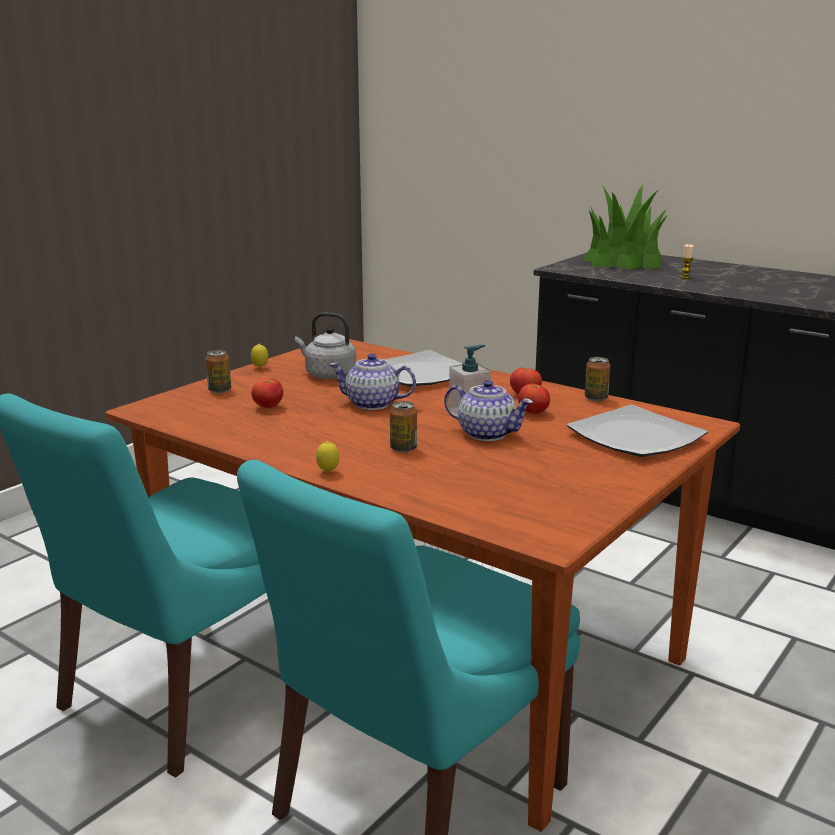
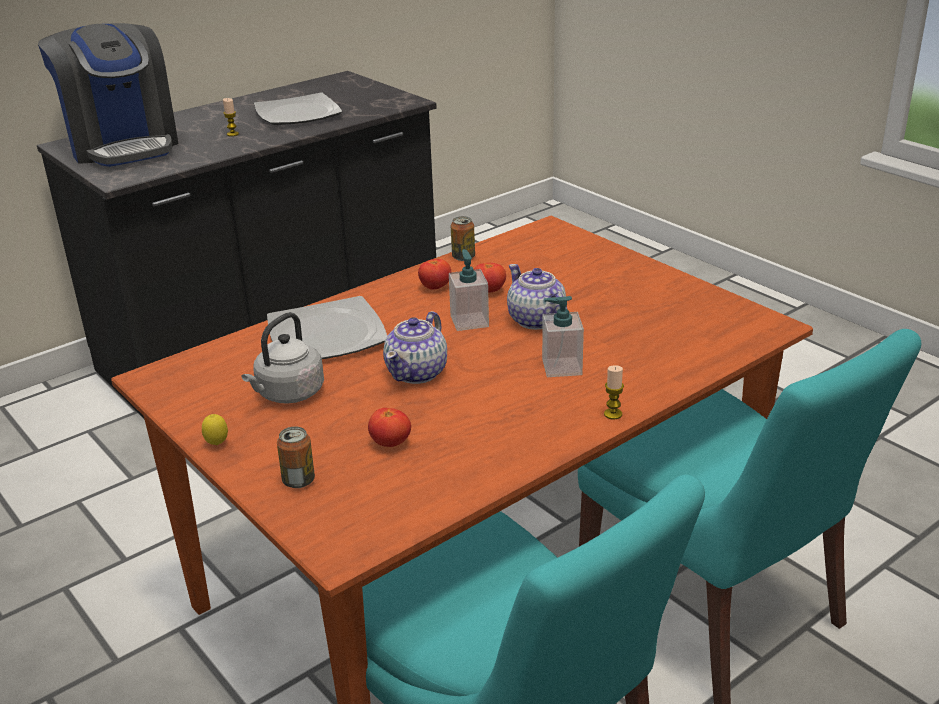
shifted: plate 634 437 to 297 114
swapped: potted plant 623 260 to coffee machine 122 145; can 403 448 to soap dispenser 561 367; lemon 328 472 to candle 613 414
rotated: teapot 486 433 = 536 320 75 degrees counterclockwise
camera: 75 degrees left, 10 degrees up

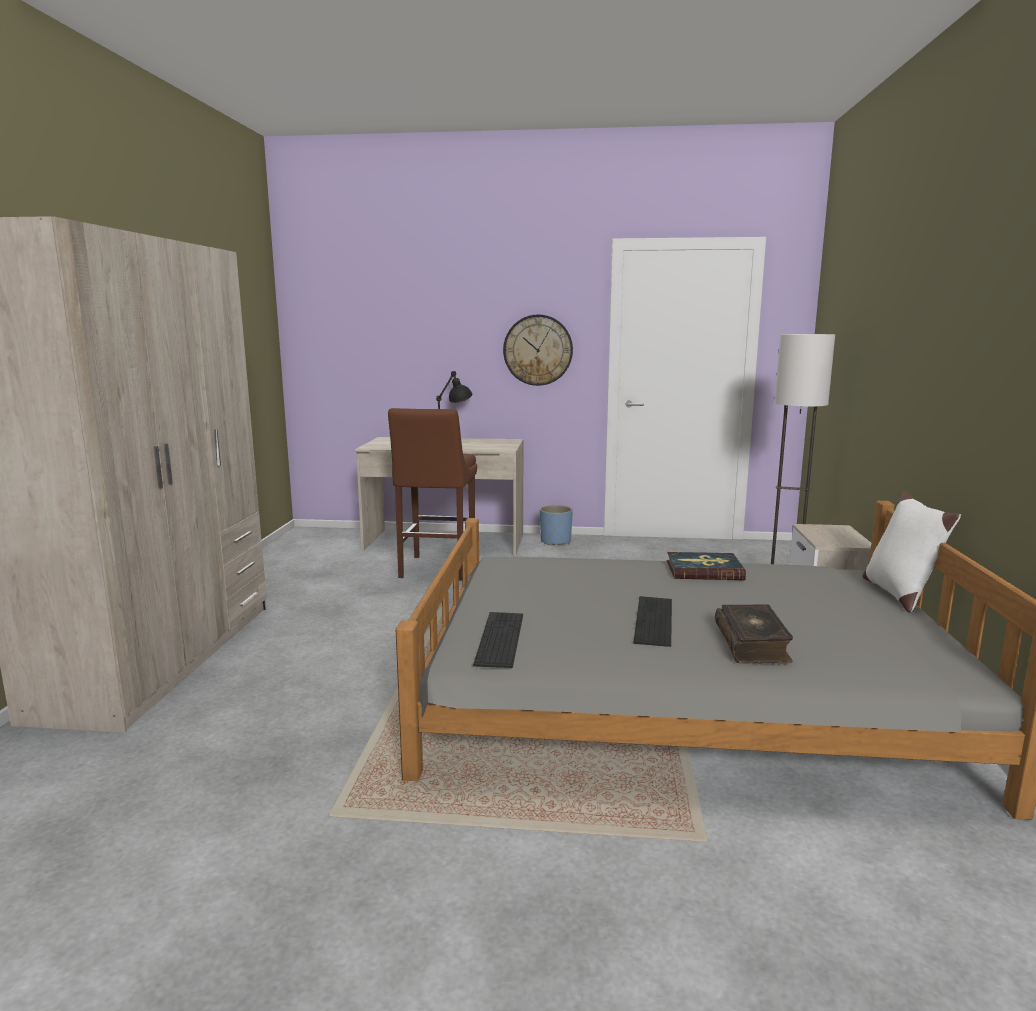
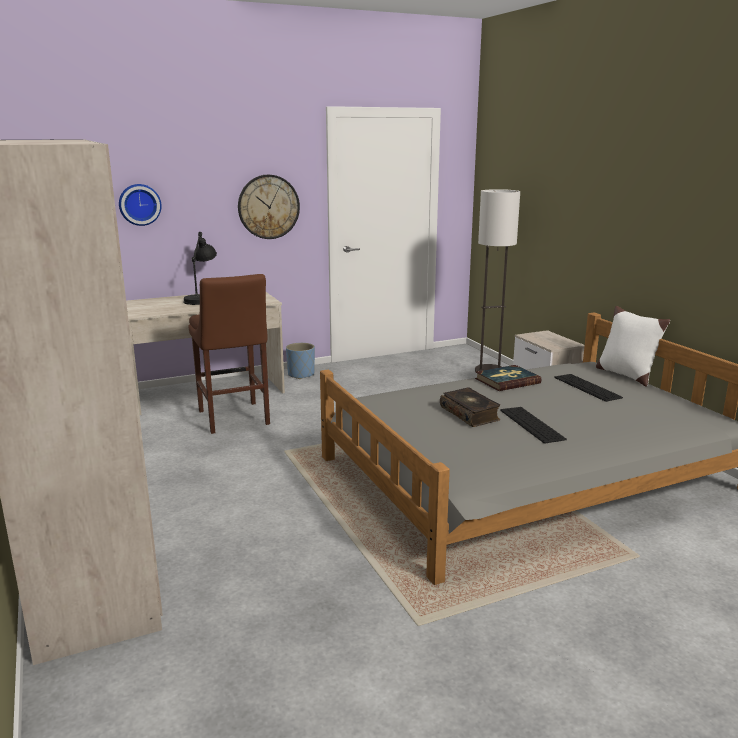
new: wall clock 139 204
shifted: book 753 644 to 470 414; keyboard 500 638 to 587 387
camera: 30 degrees left, 5 degrees up

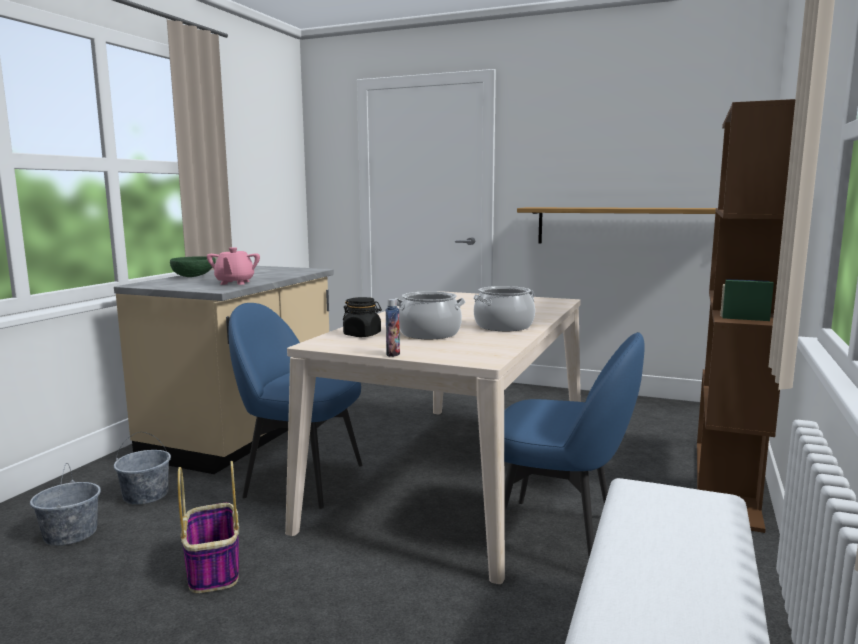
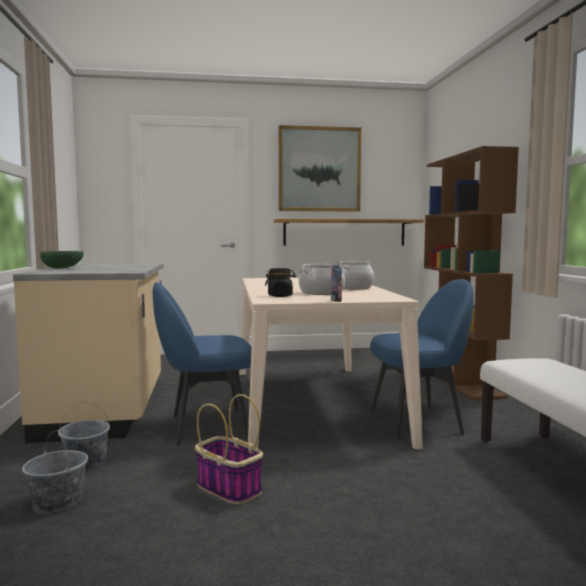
gone: pink teapot 234 283
new: picture 319 169
camera: 30 degrees left, 5 degrees down

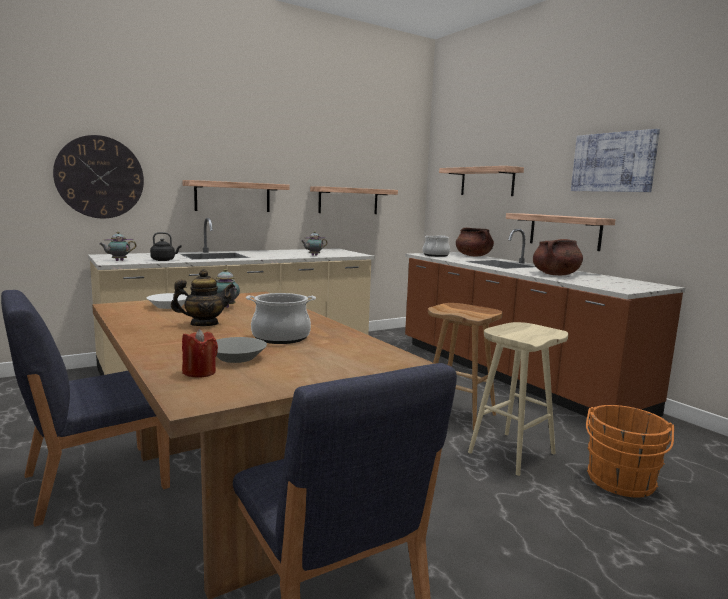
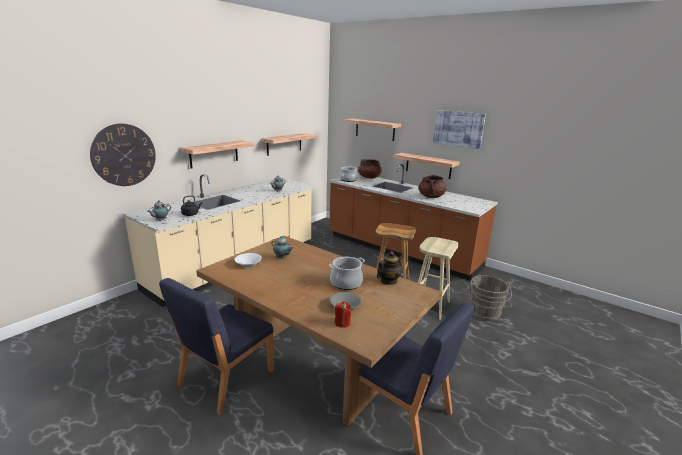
shifted: teapot 204 324 to 388 281
repainted: orange bucket 620 483 to grey bucket 484 313
camera: 20 degrees left, 10 degrees up

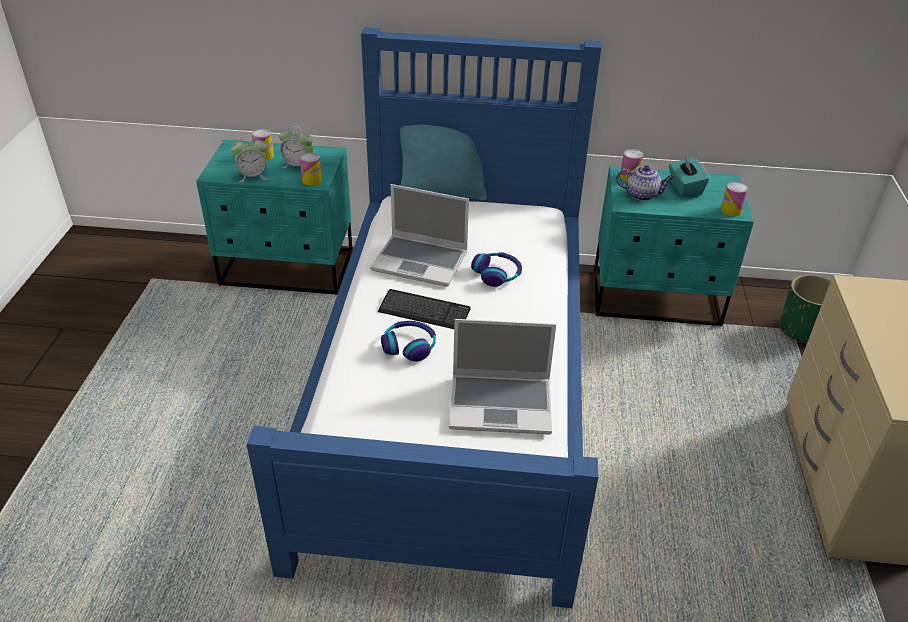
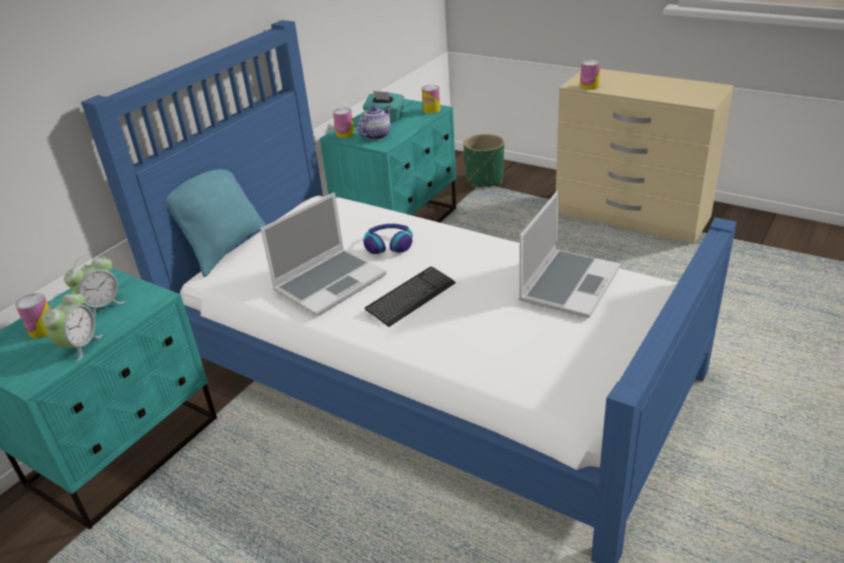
gone: headphones 409 346
shifted: can 312 180 to 589 86
camera: 60 degrees left, 5 degrees down

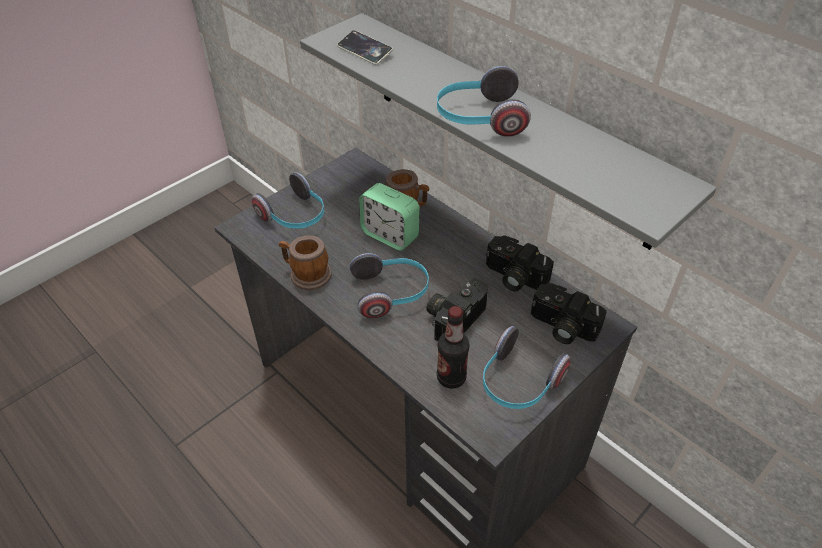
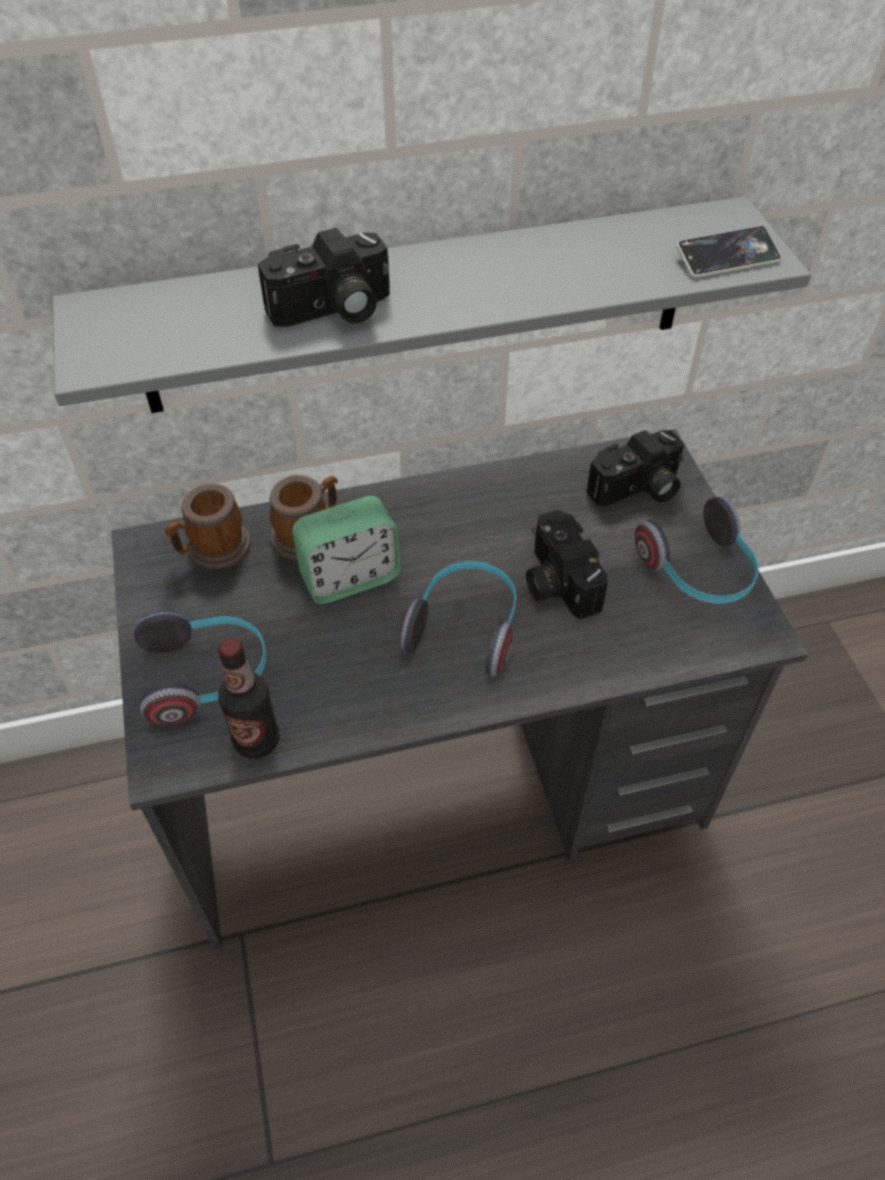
gone: headphones 479 118
shifted: phone 364 51 to 727 258; mug 306 274 to 212 550; photo camera 513 277 to 332 311; bottle 451 378 to 256 740
camera: 60 degrees left, 5 degrees up

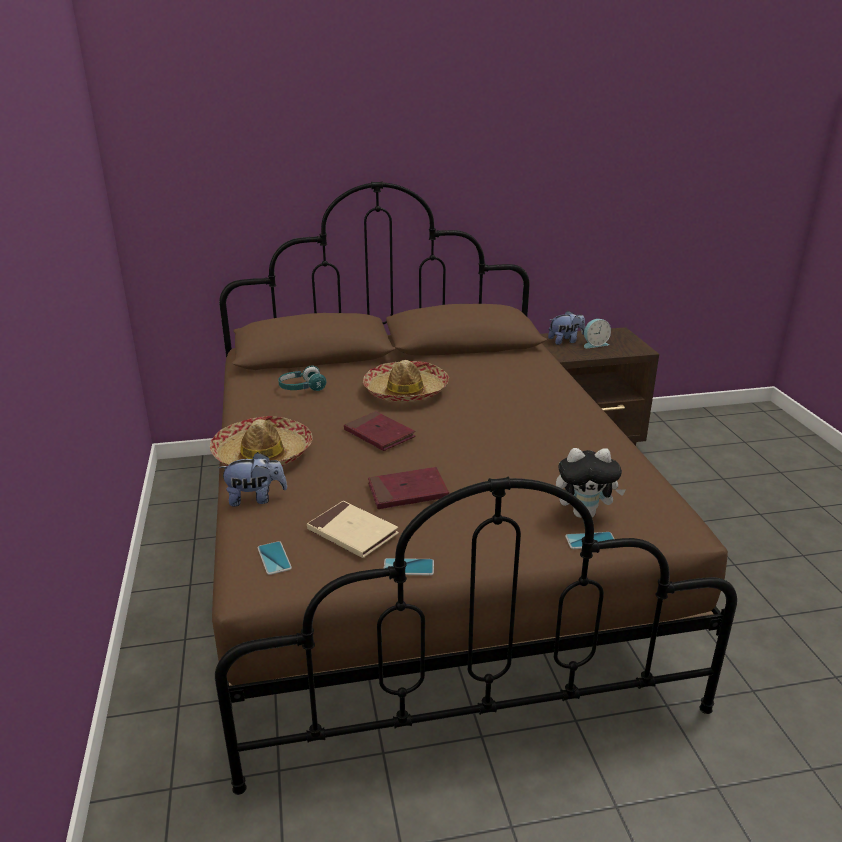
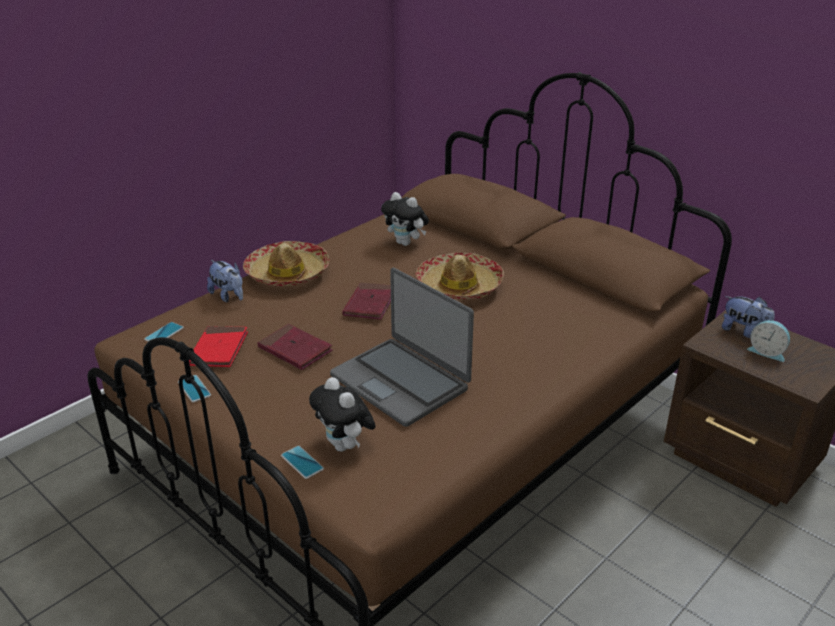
new: laptop 400 381
swapped: turquoise headphones 302 388 to plush toy 406 243
repainted: beige book 352 533 to red book 218 349
camera: 55 degrees right, 5 degrees up

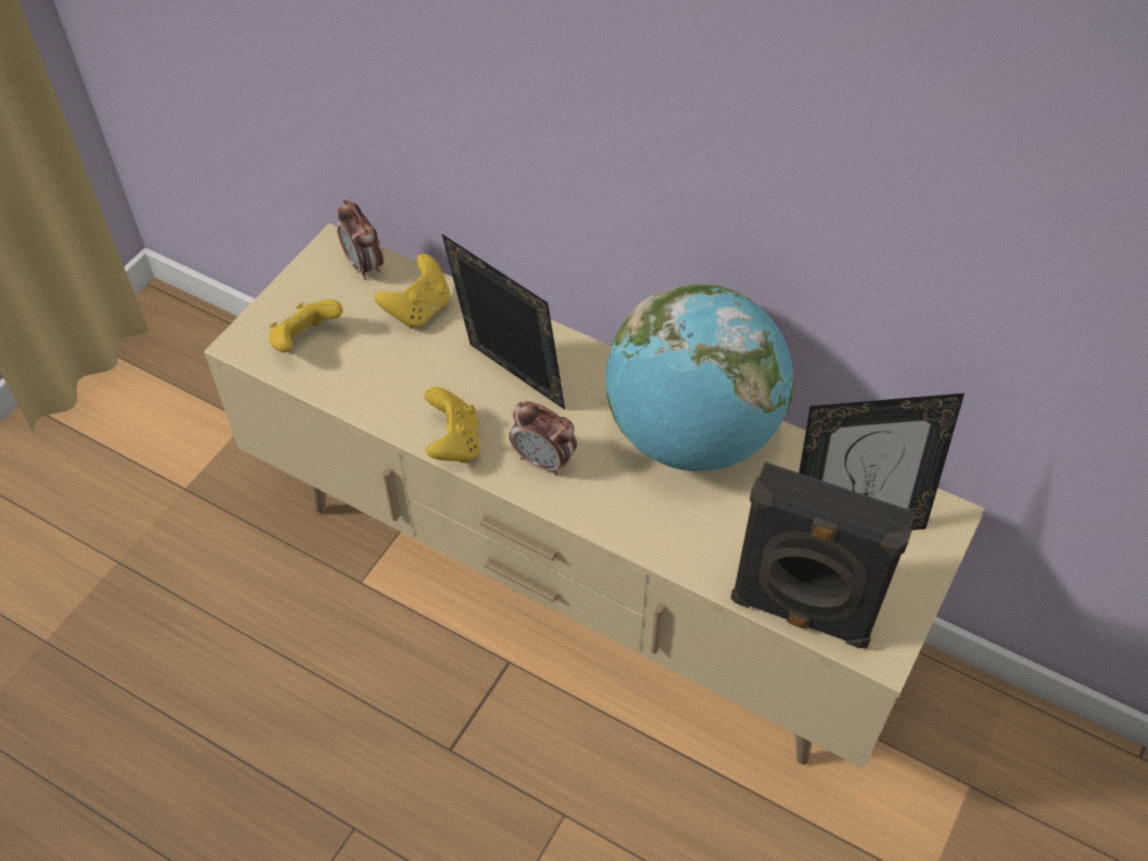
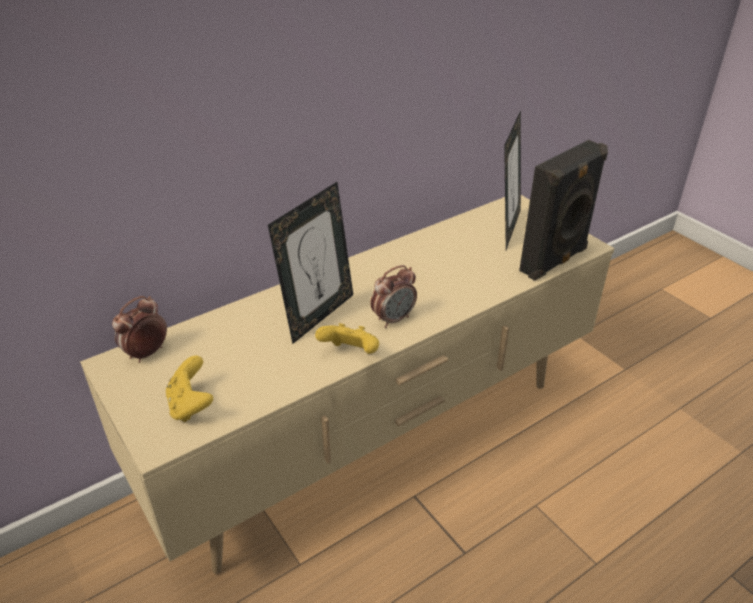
gone: yellow game controller 419 310; globe 692 436
rotated: alarm clock 364 266 = 146 353 135 degrees clockwise; picture frame 509 383 = 318 315 150 degrees clockwise
camera: 65 degrees left, 15 degrees down

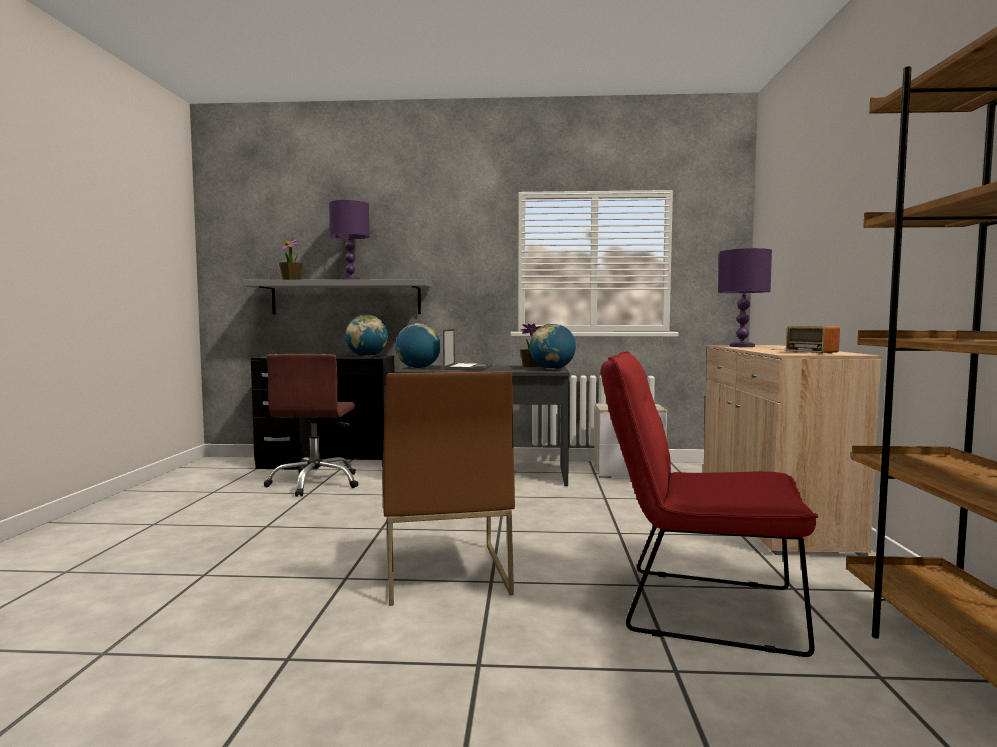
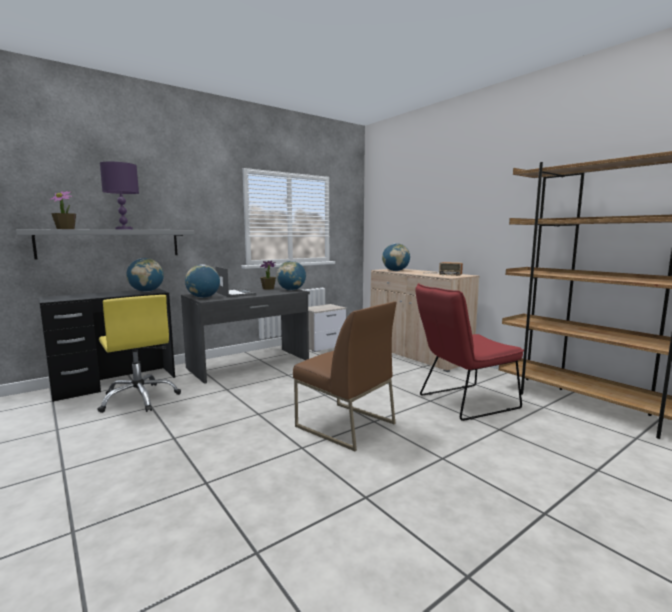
swapped: purple table lamp 742 346 to globe 395 271
repainted: brown office chair 315 483 to yellow office chair 139 398
camera: 40 degrees left, 5 degrees up

